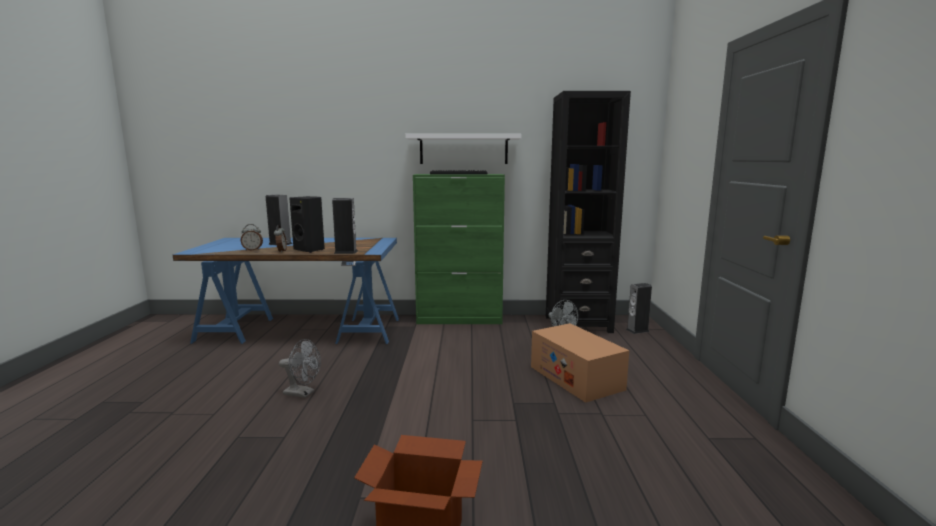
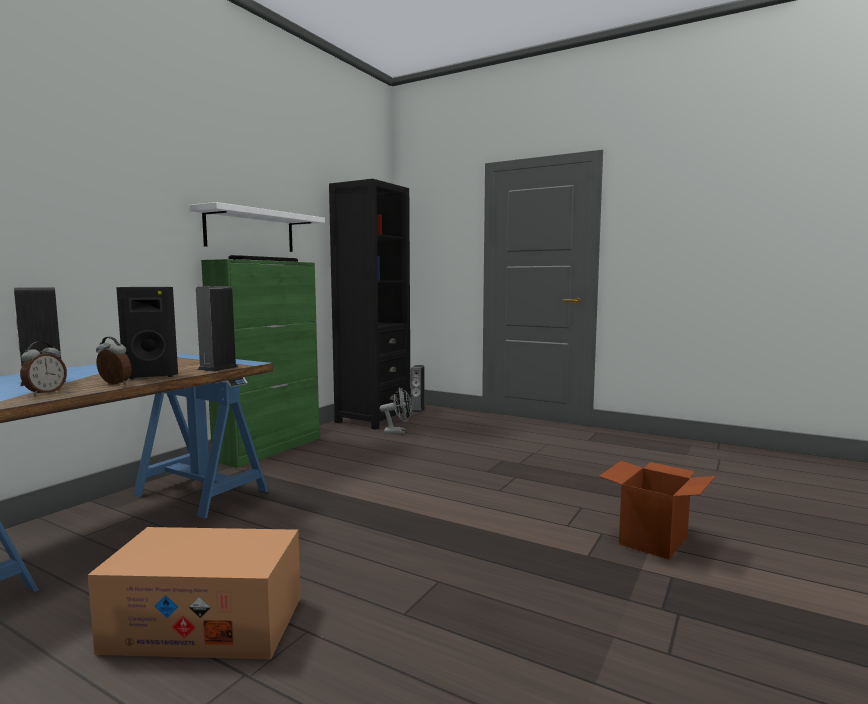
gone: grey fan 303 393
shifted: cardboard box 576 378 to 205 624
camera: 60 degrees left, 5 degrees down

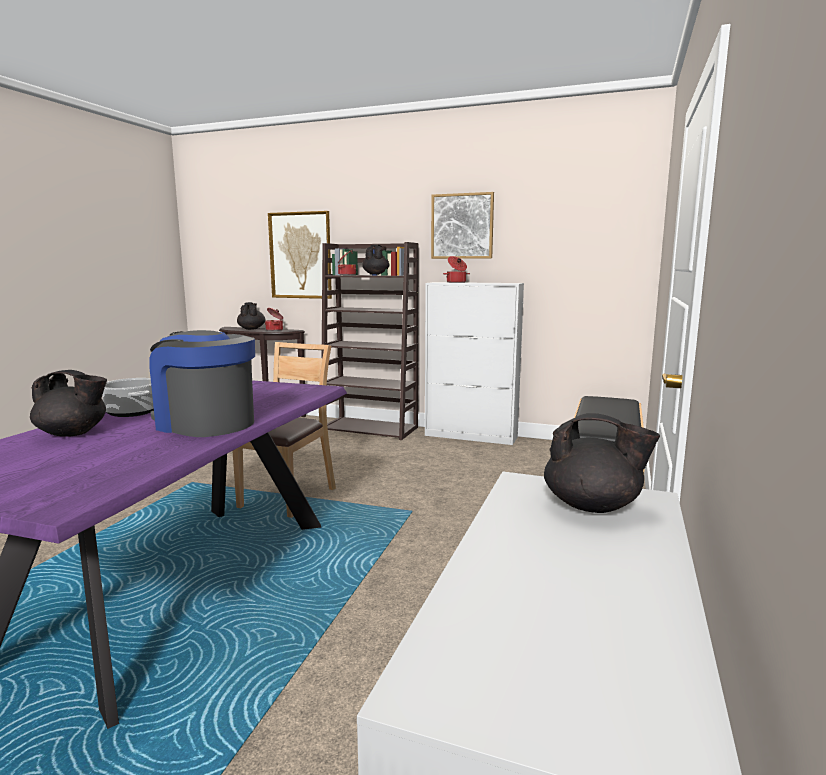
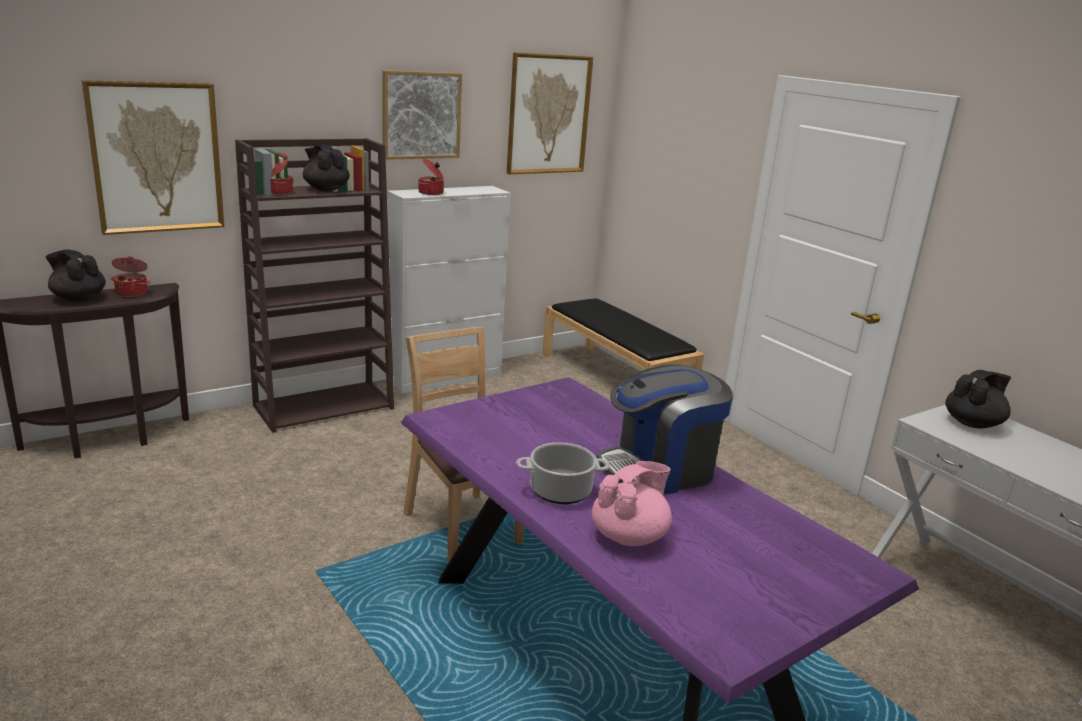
new: picture 548 114
repainted: black teapot 73 433 to pink teapot 629 536
camera: 55 degrees left, 10 degrees up

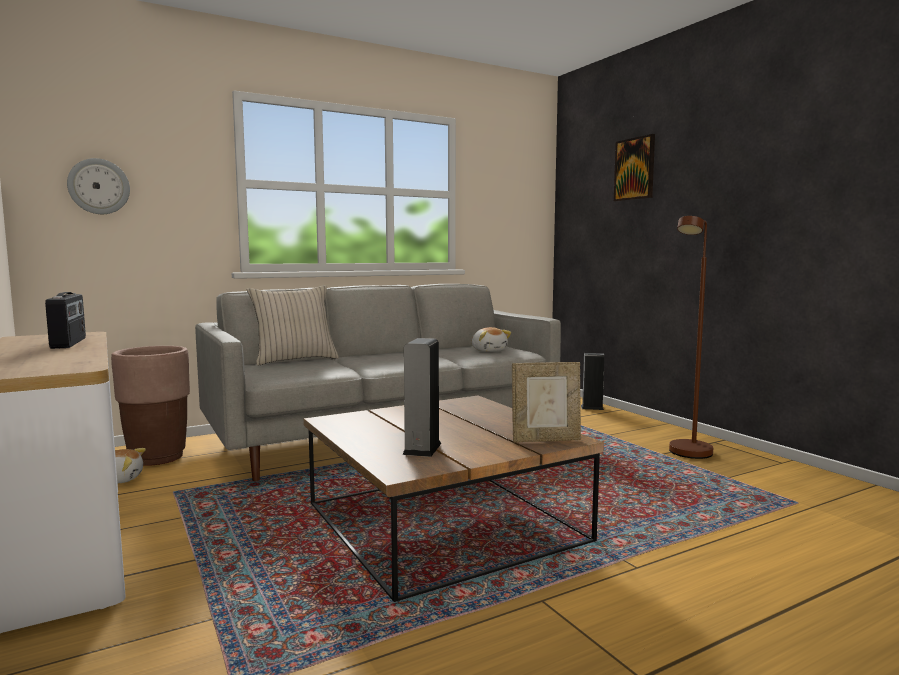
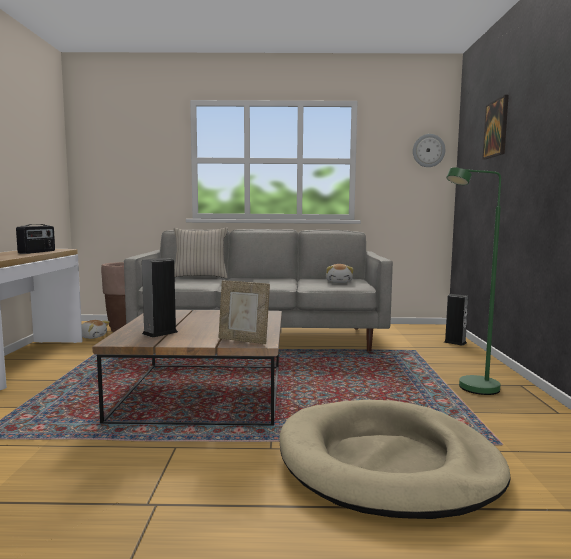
new: beige dog bed 387 463
shifted: wall clock 99 186 to 428 150
repainted: brown floor lamp 687 455 to green floor lamp 470 389
camera: 30 degrees right, 0 degrees up

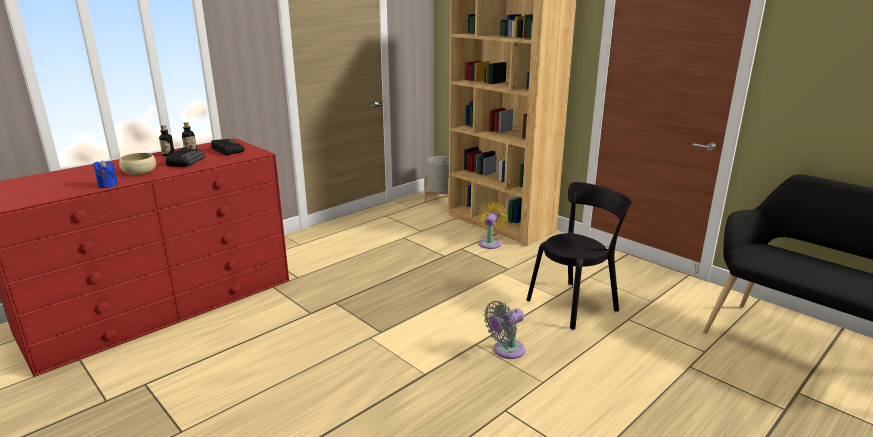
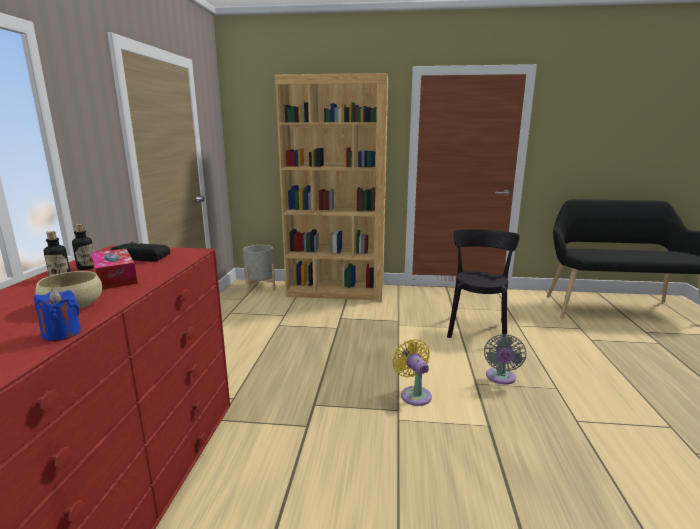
shifted: yellow fan 490 243 to 414 394
swapped: radio 186 161 to tissue box 115 277
camera: 40 degrees left, 5 degrees down

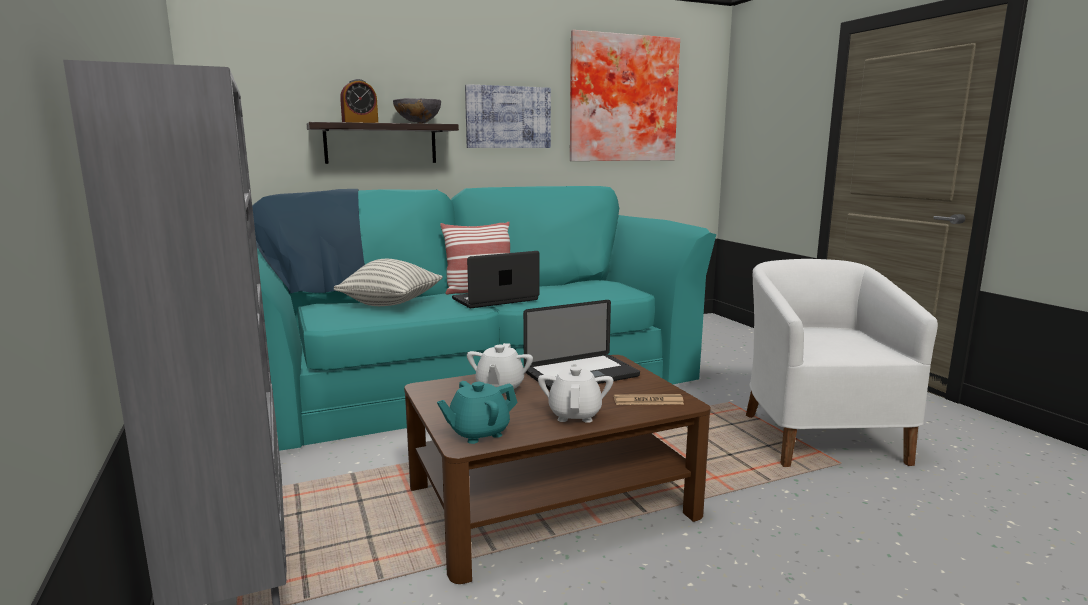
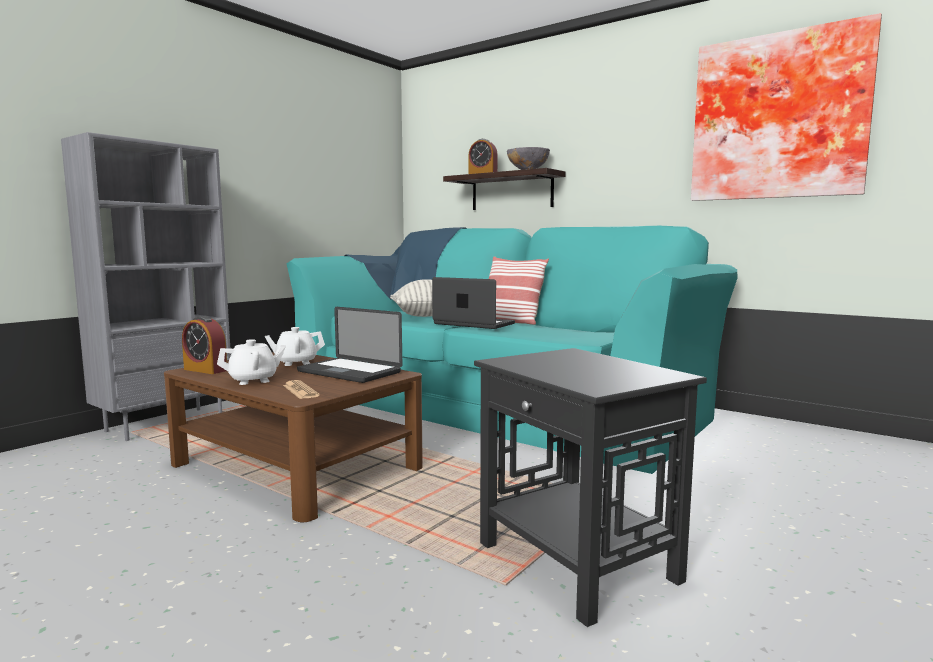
gone: picture 508 117
swapped: white armchair 818 436 to black side table 578 563; turquoise teapot 478 433 to alarm clock 205 370
camera: 60 degrees right, 5 degrees down

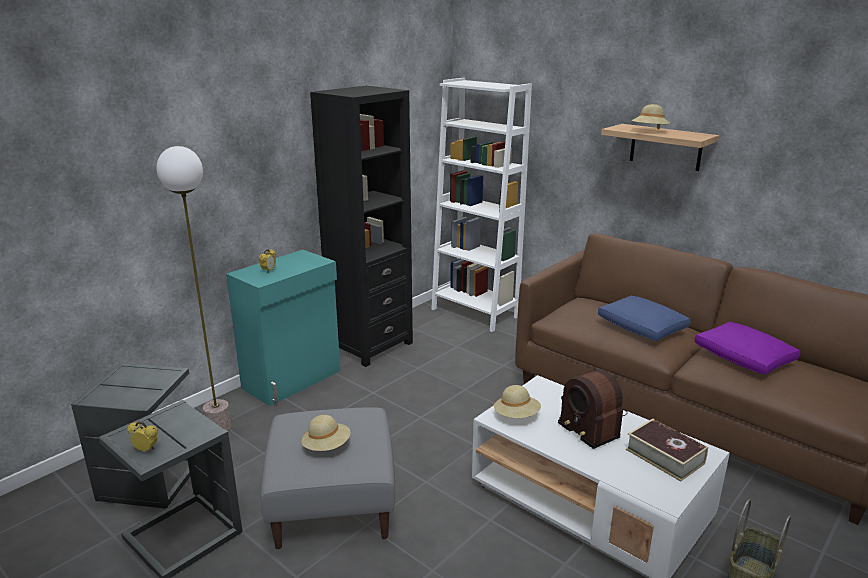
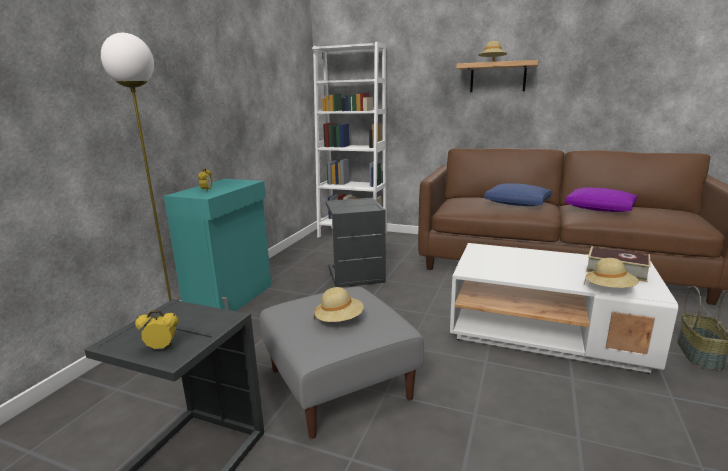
gone: black bookcase 370 345; radio 591 423
shifted: grey side table 154 479 to 356 275; beige hat 516 416 to 609 289
camera: 20 degrees left, 5 degrees down

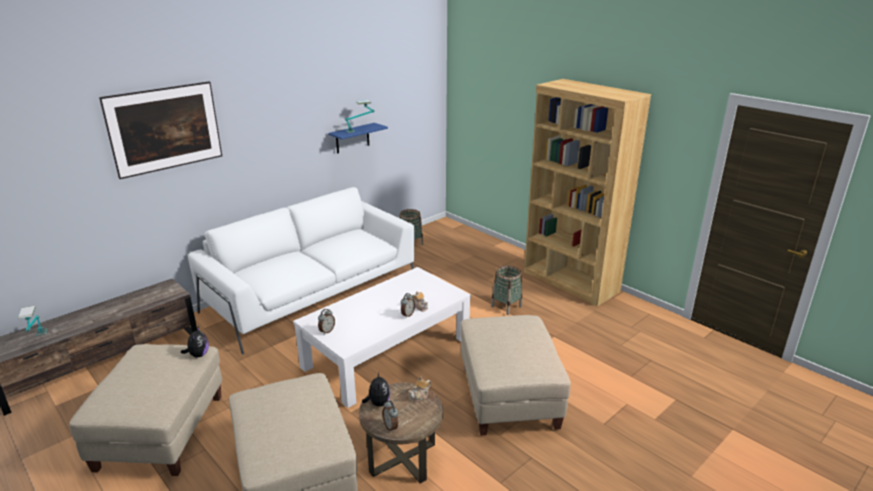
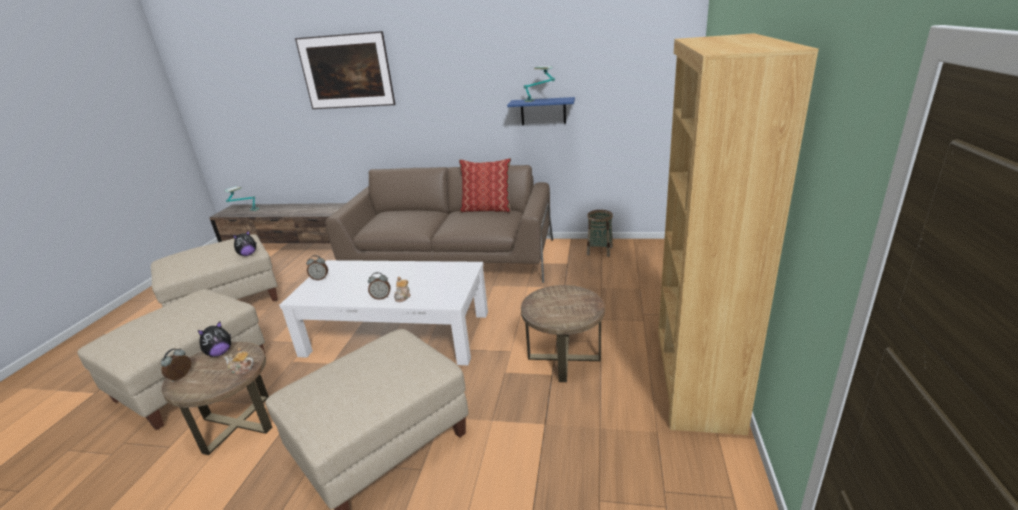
new: pillow 487 209
swapped: basket 506 306 to brown side table 564 358
repainted: white sofa 312 294 to brown sofa 450 258
camera: 55 degrees right, 0 degrees up

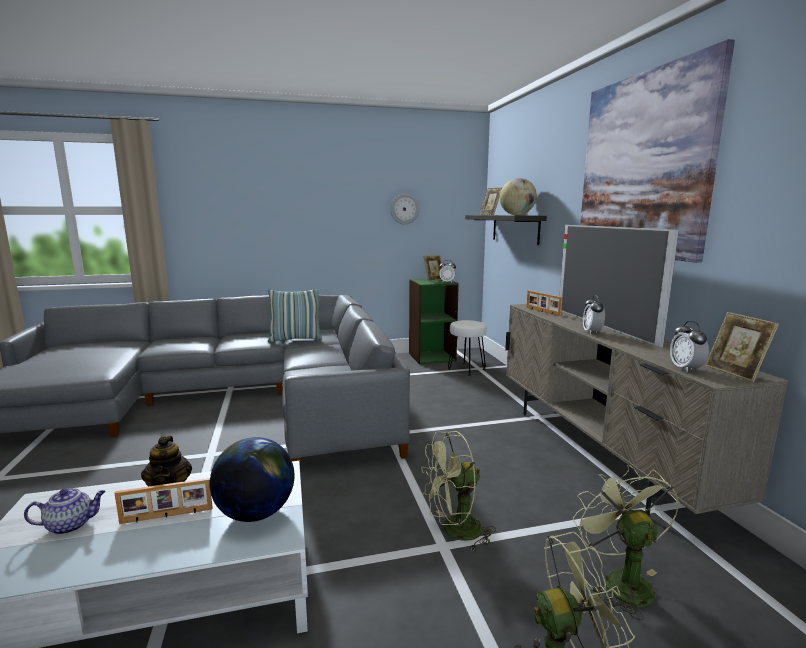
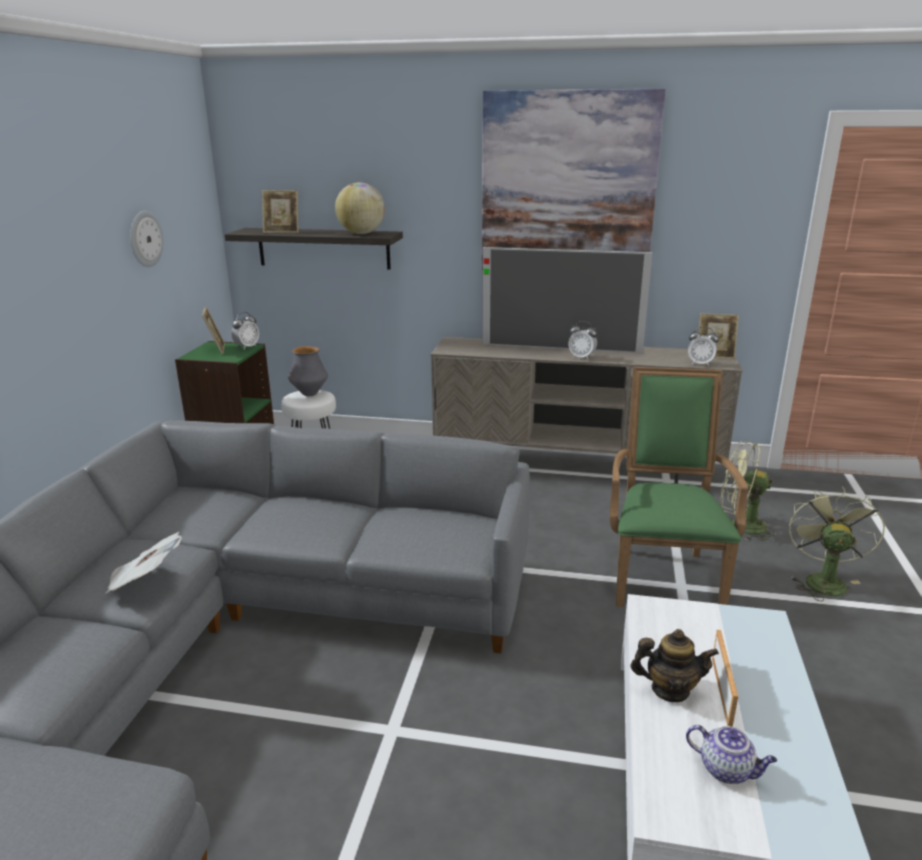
gone: pillow 295 339; picture frame 542 311; globe 256 513
new: vase 309 394; newspaper 146 580
swapped: green fan 454 531 to green armchair 663 574
rotated: teapot 71 525 = 727 770 120 degrees clockwise
camera: 65 degrees left, 10 degrees up

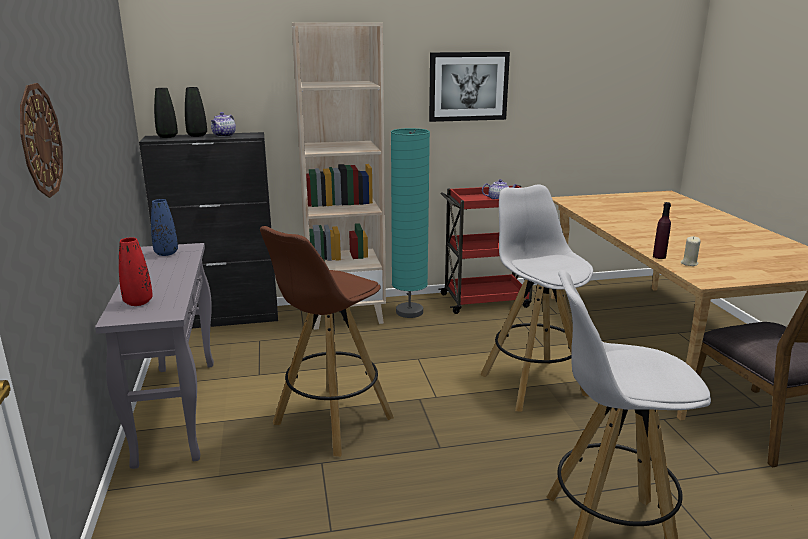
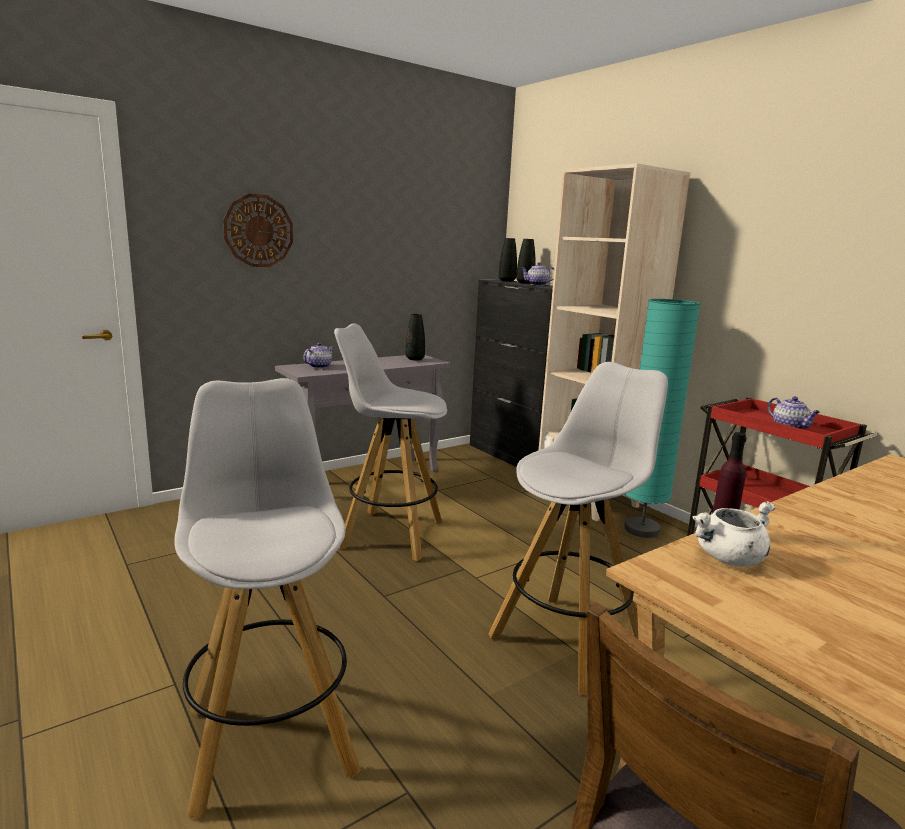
gone: picture 468 86
swapped: red vase 138 302 to teapot 319 366; beige candle 689 263 to white cooking pot 729 559
repainted: blue vase 166 253 to black vase 415 359; brown stool 331 422 to white stool 390 534
camera: 65 degrees right, 5 degrees down

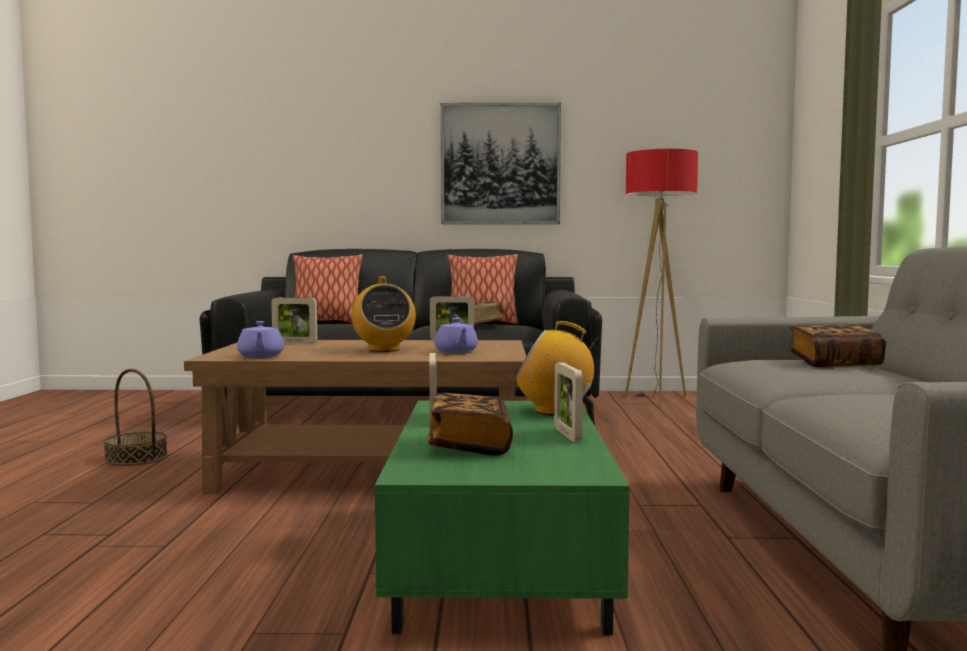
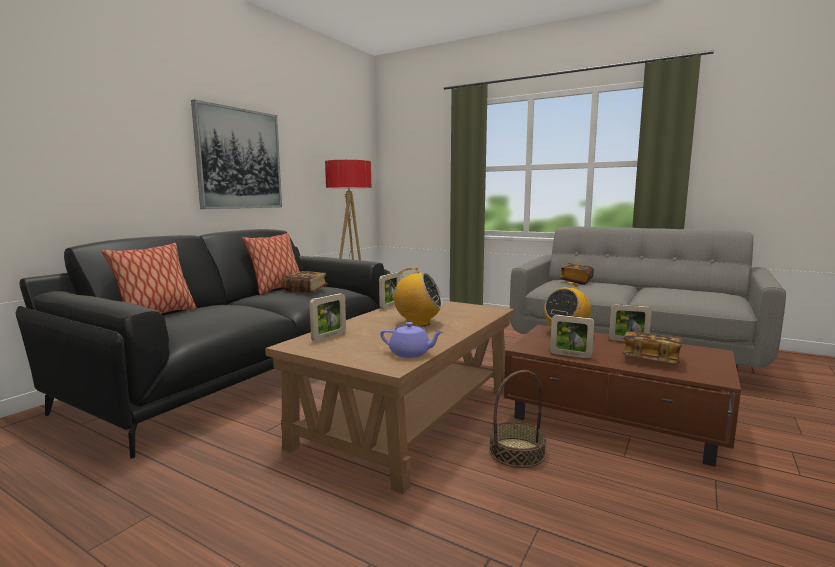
gone: purple teapot 456 352
shifted: basket 136 458 to 516 452
repainted: green coffee table 499 561 to brown coffee table 615 419
camera: 60 degrees left, 5 degrees up

